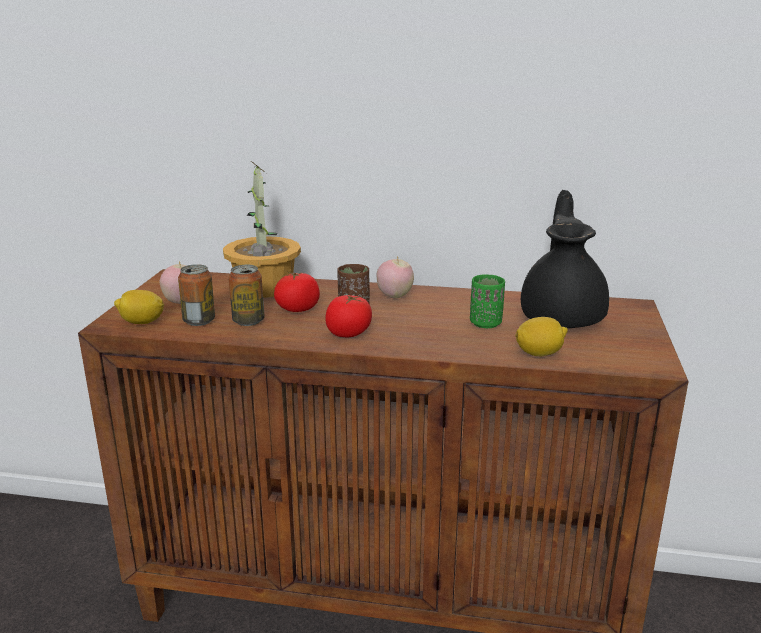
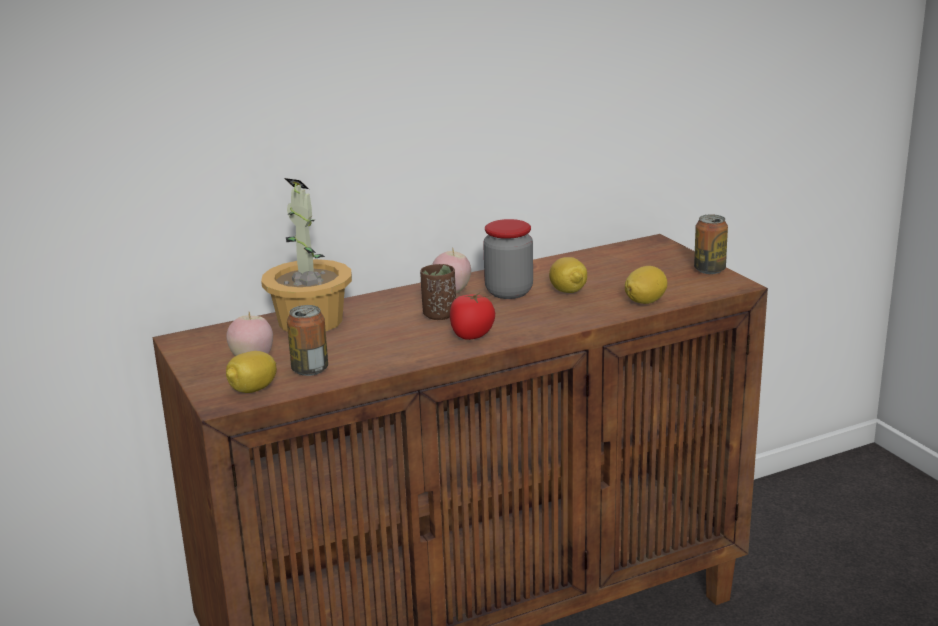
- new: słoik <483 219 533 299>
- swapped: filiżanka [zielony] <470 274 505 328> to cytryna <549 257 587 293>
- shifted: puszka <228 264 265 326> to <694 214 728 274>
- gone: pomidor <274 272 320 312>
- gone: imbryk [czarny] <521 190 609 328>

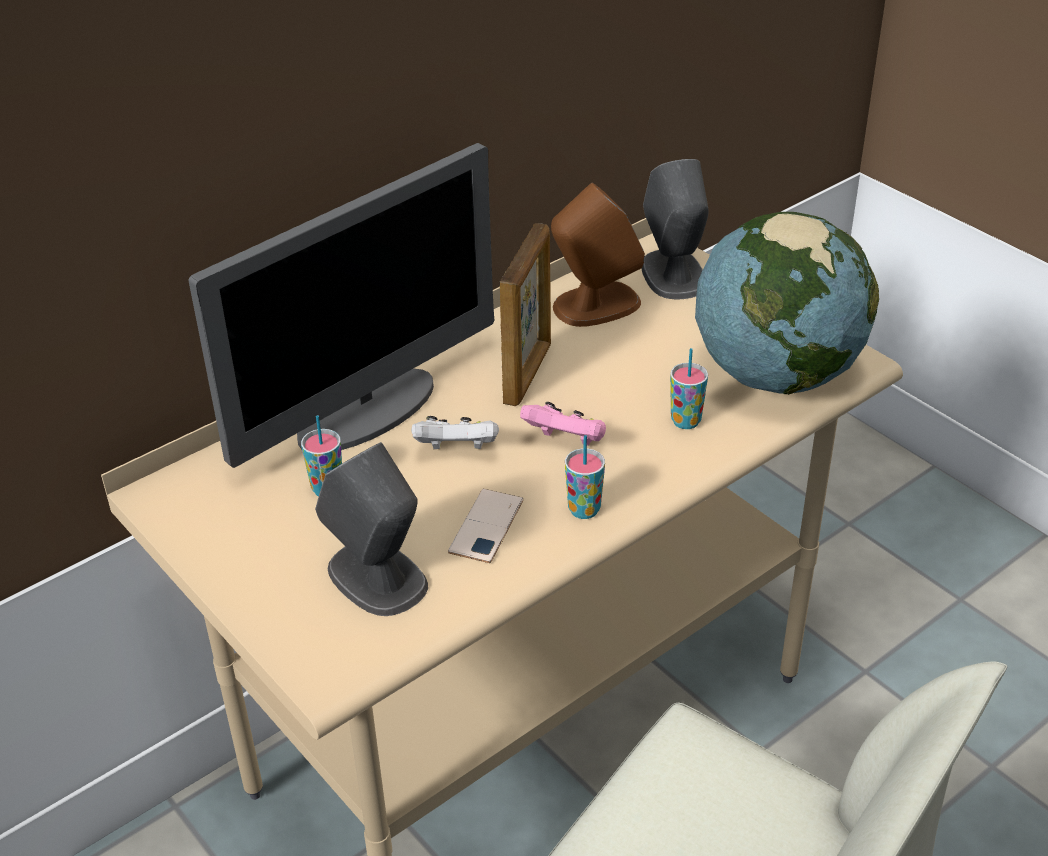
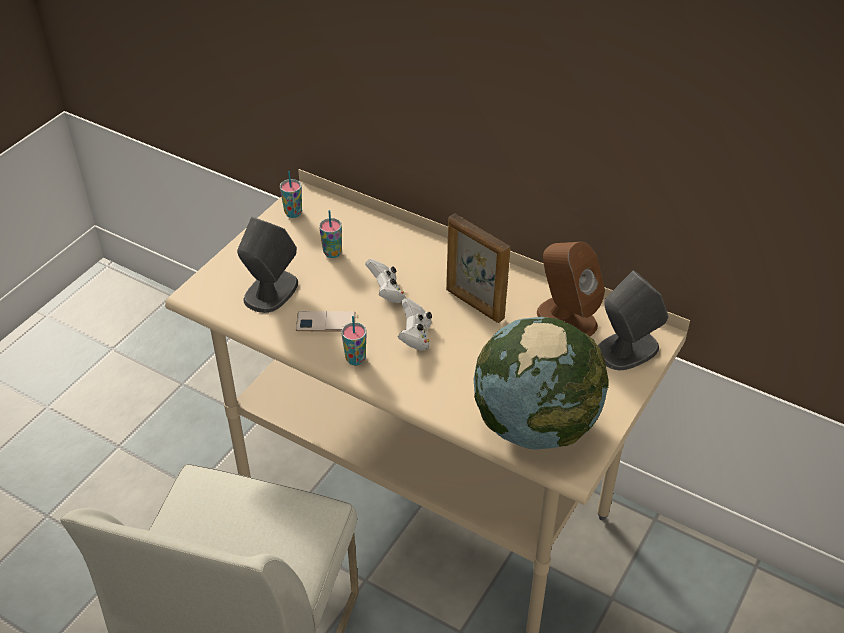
- shifted: filiżanka <670 348 708 429> to <280 171 302 218>
- repainted: pad do gier [różowy] <520 402 606 446> to pad do gier [biały] <398 298 432 351>
- rotated: ramka na zdjęcie <500 223 551 406> = <446 213 510 323> 45 degrees clockwise
- gone: monitor <189 143 494 468>

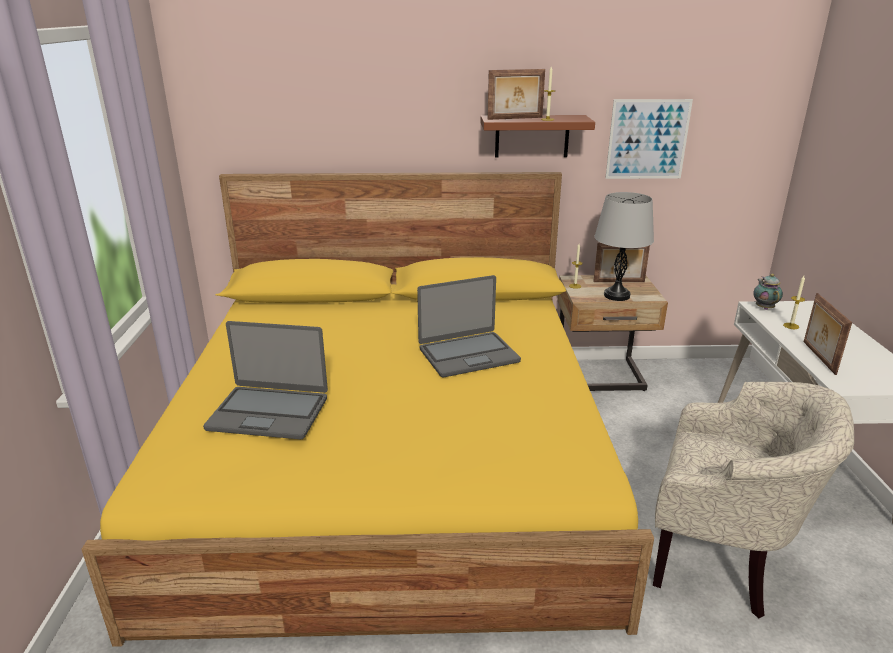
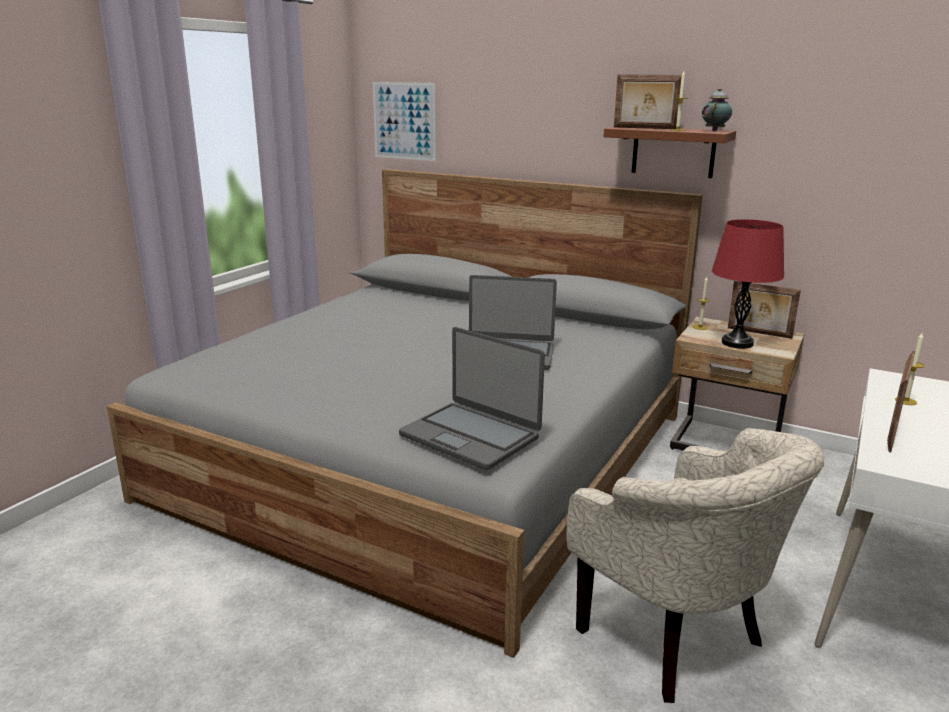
- repainted: łóżko [żółty] <81 172 654 647> to łóżko [szary] <107 169 703 658>
- shifted: obraz <605 99 693 179> to <373 82 436 161>
- shifted: laptop <203 321 328 439> to <399 327 545 470>
- shifted: imbryk <753 274 783 310> to <702 88 732 131>
- repainted: lampa stołowa [szary] <595 192 654 301> to lampa stołowa [czerwony] <712 219 784 349>

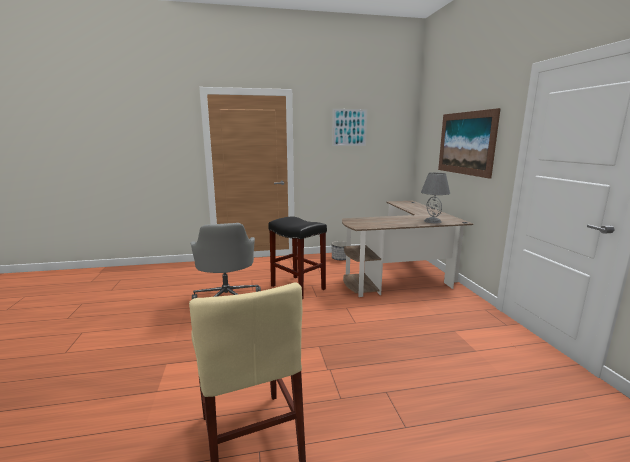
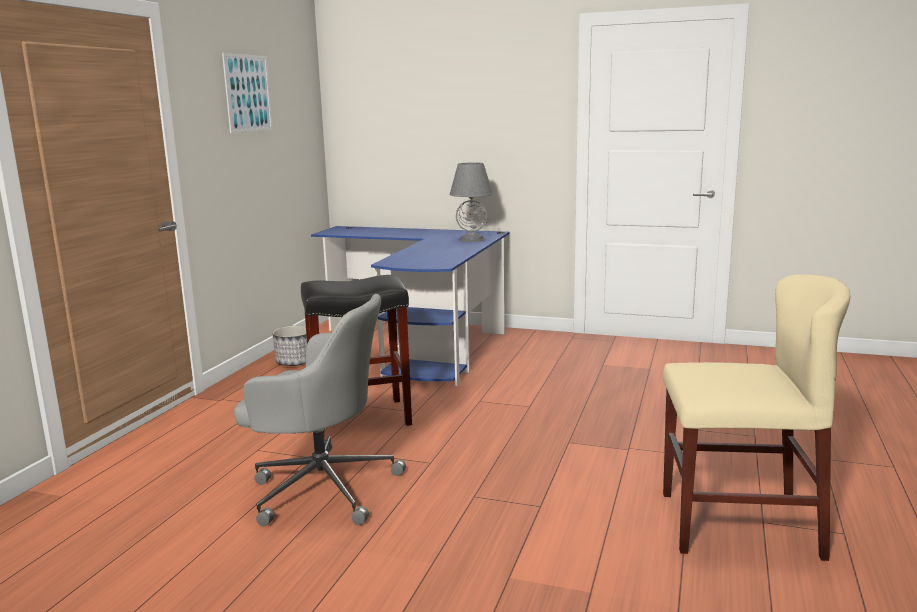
- repainted: biurko [brązowy] <342 201 473 297> to biurko [niebieski] <311 226 510 386>
- gone: obraz <438 108 501 179>

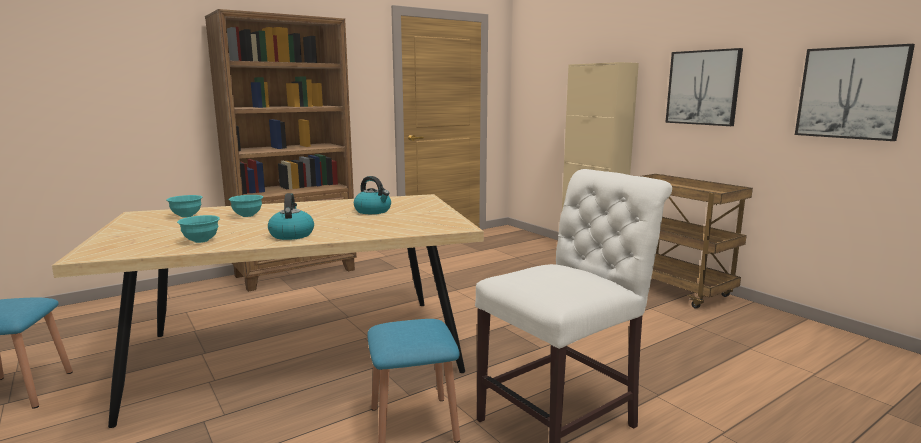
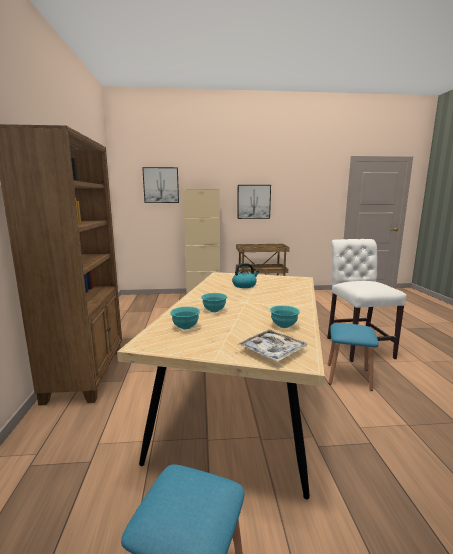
- shifted: obraz <795 44 915 141> to <142 167 179 203>
- new: taca <237 329 308 362>
- gone: czajnik <268 193 314 240>

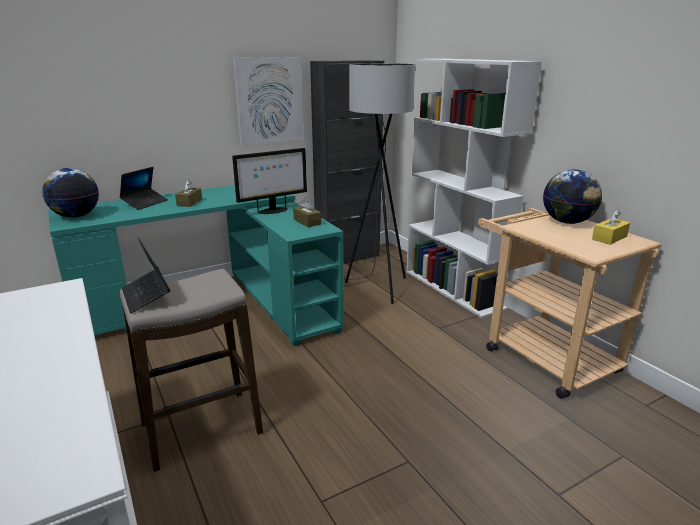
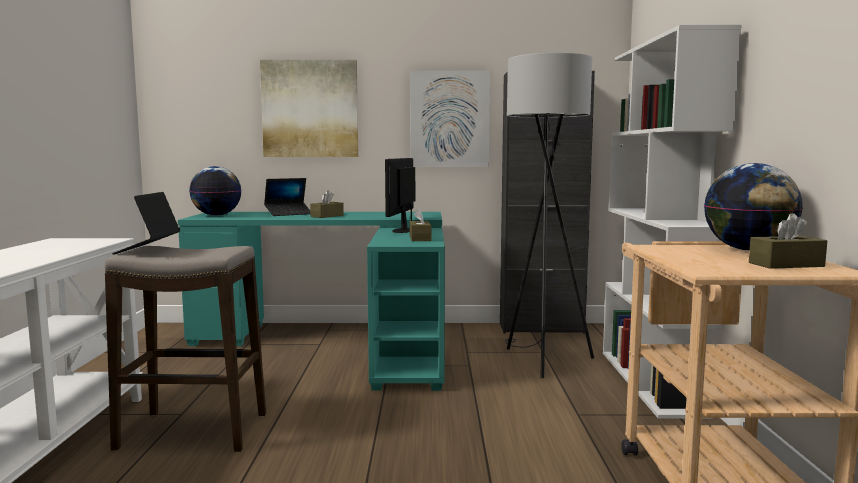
- new: obraz <260 60 358 157>
- rotated: monitor <232 148 307 214> = <385 158 415 233> 105 degrees clockwise
- repainted: pudełko chusteczek [żółty] <592 209 630 245> to pudełko chusteczek [brązowy] <749 213 827 269>

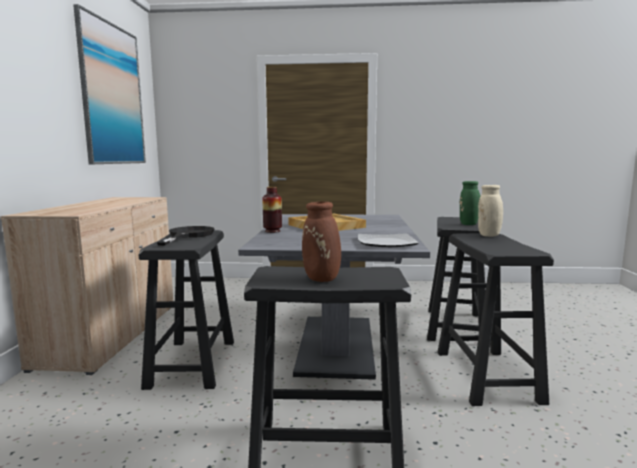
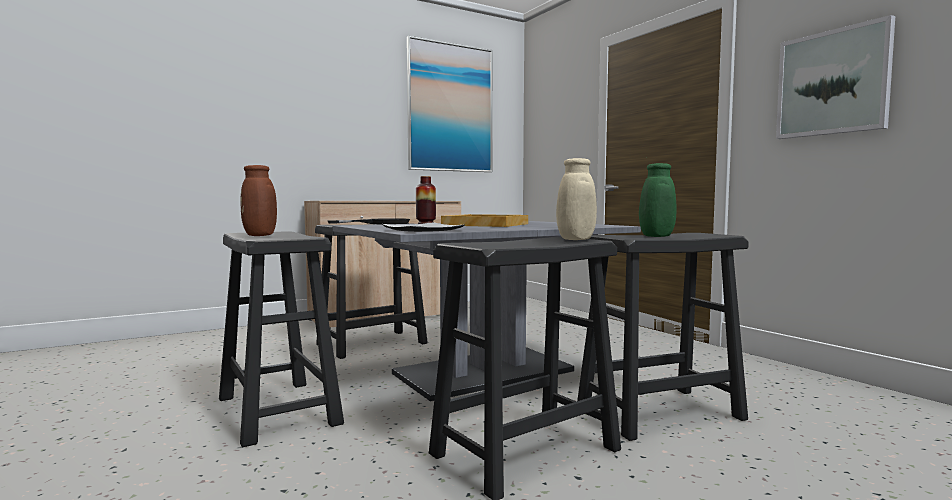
- new: obraz <776 15 895 139>

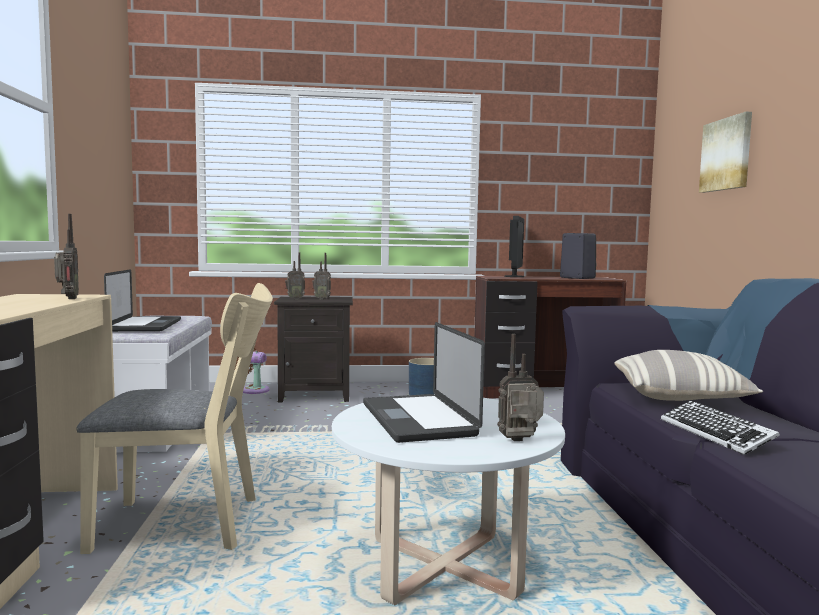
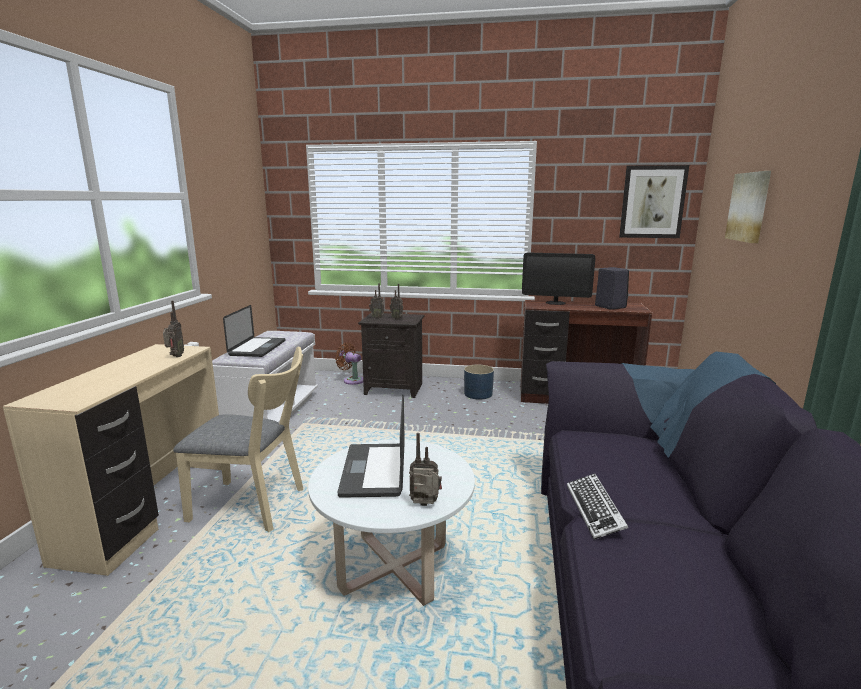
- rotated: monitor <504 216 524 277> = <522 252 595 305> 75 degrees clockwise
- new: obraz <619 165 689 238>
- gone: poduszka <615 350 763 401>

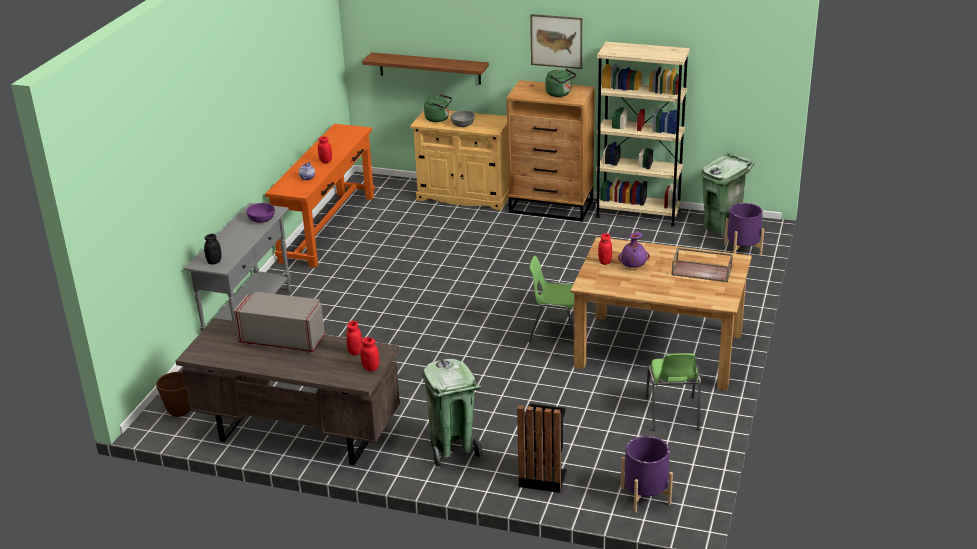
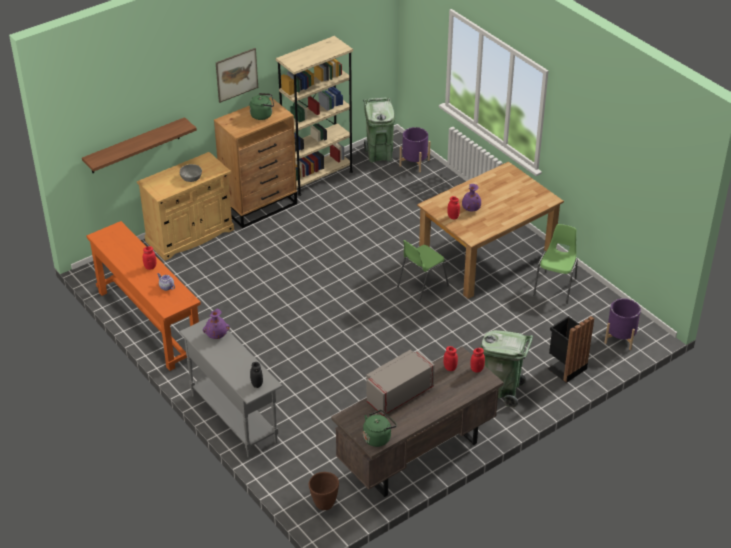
- swapped: miska [fioletowy] <246 203 275 223> to wazon [fioletowy] <203 308 230 339>
- shifted: czajnik [zielony] <424 94 452 122> to <363 410 397 447>
- rotated: krzesło [zielony] <645 353 701 431> = <533 224 578 304> 105 degrees counterclockwise
- gone: taca [brązowy] <671 248 733 282>

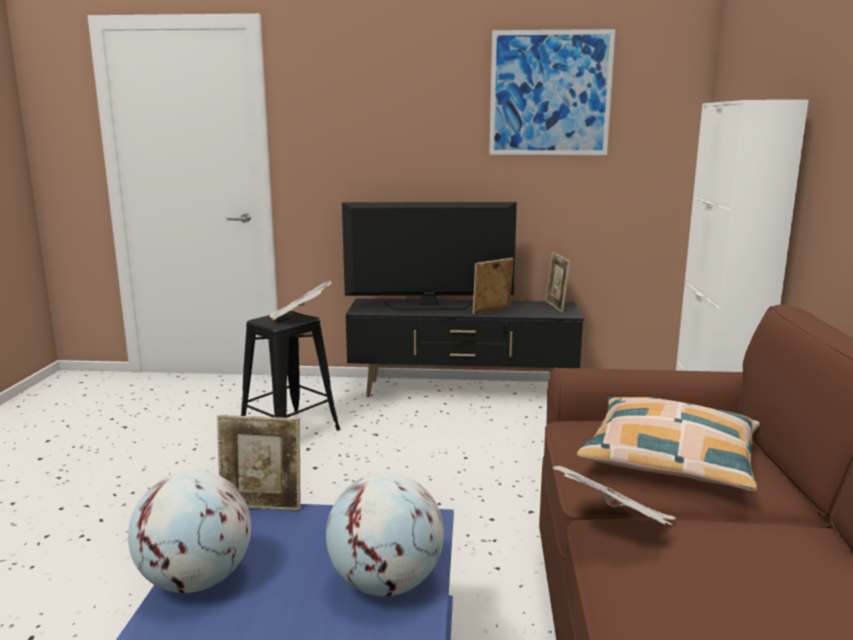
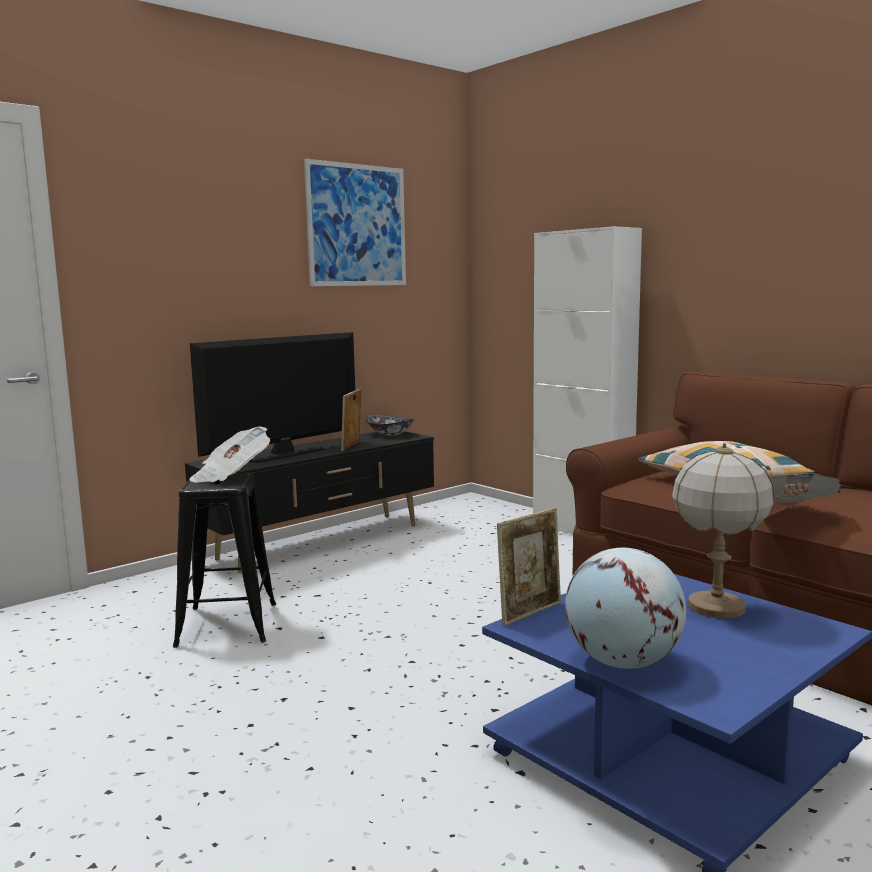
- swapped: ramka na zdjęcie <545 252 570 312> to miska <366 415 414 436>
- swapped: globus <326 473 444 596> to lampa stołowa <672 443 775 619>

